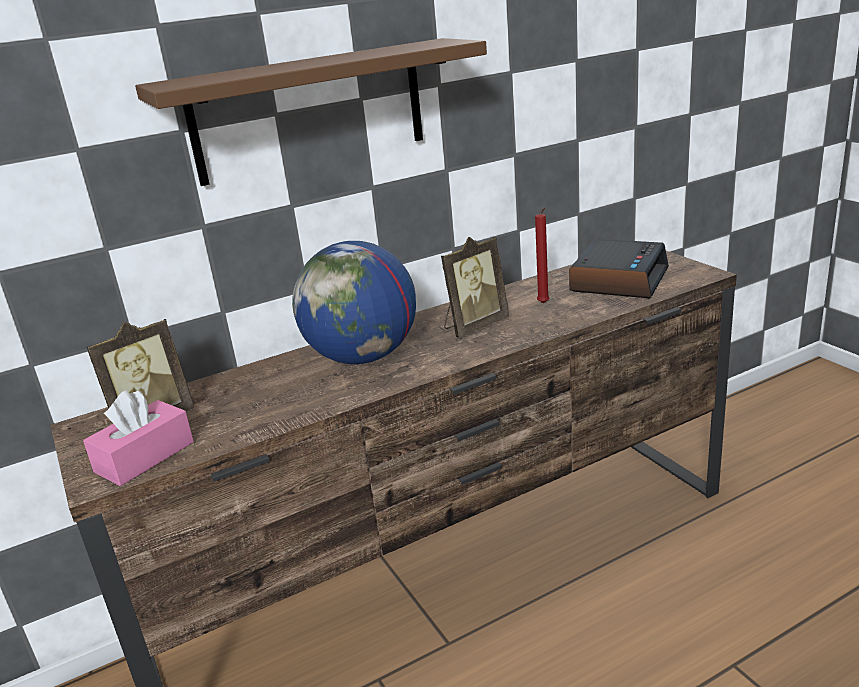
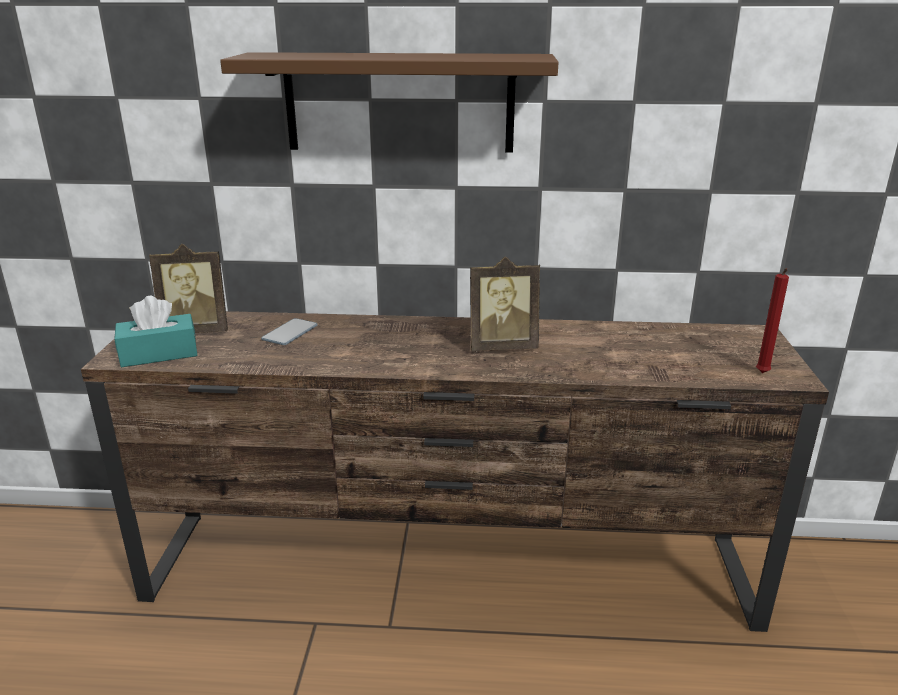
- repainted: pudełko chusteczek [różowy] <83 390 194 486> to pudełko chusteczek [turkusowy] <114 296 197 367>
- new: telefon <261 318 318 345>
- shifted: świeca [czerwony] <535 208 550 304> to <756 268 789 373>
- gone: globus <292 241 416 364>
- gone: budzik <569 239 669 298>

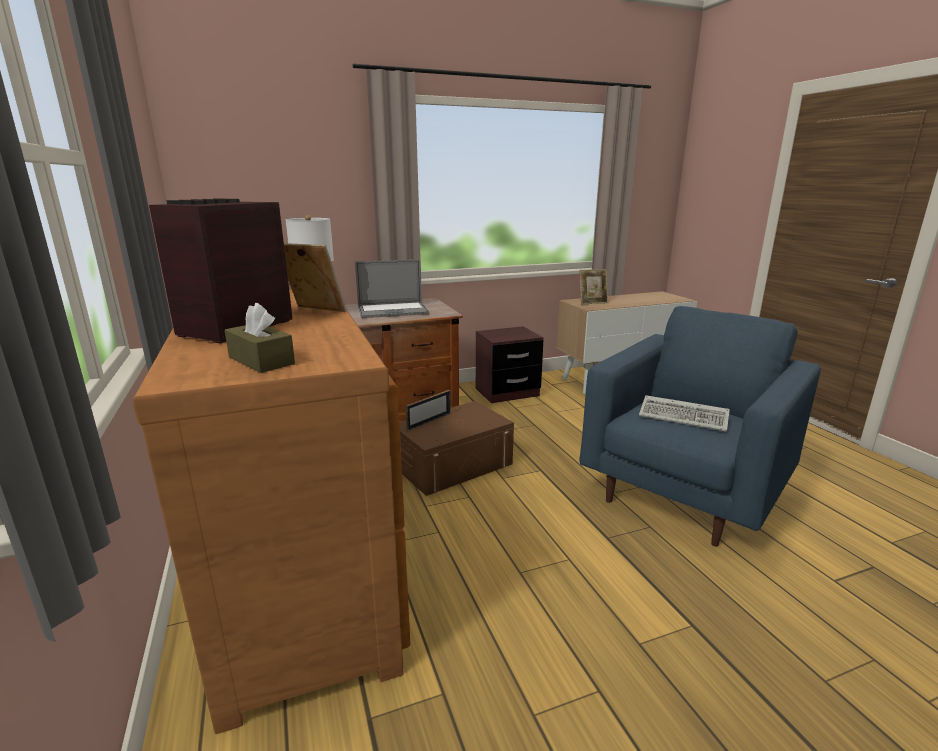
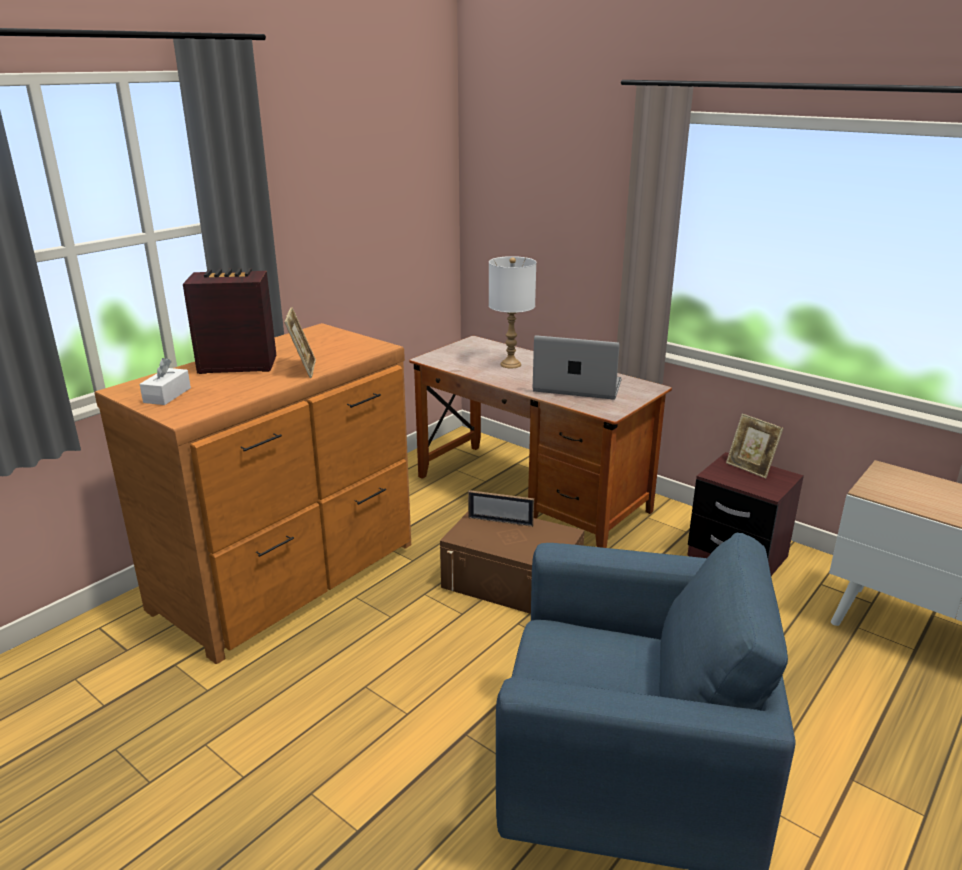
- repainted: pudełko chusteczek [brązowy] <225 303 295 373> to pudełko chusteczek [biały] <140 358 191 405>
- rotated: laptop <355 259 429 318> = <533 335 622 400> 150 degrees clockwise
- shifted: ramka na zdjęcie <579 269 608 304> to <726 414 783 478>
- gone: klawiatura <639 395 730 431>

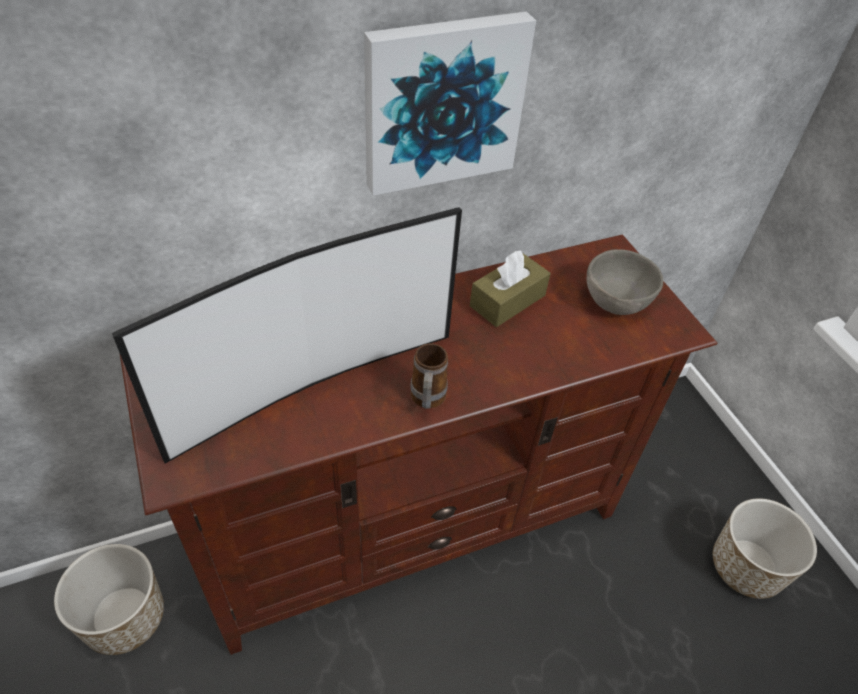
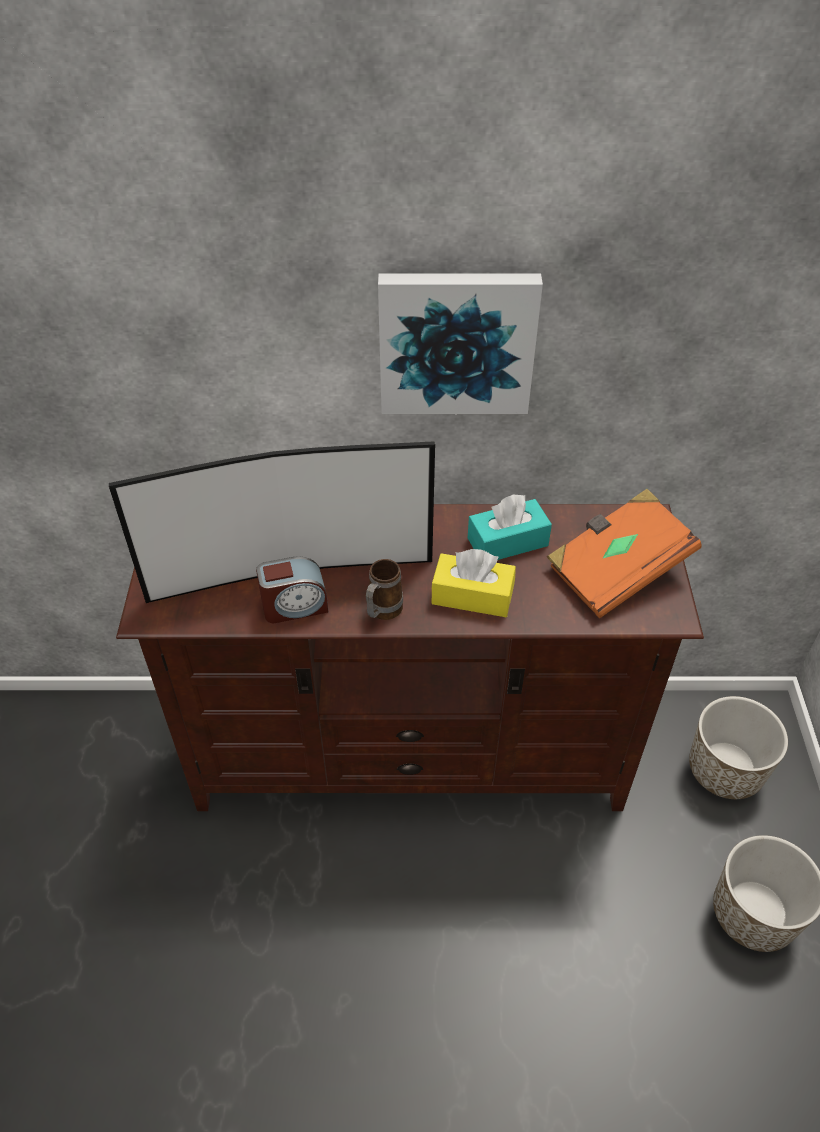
- new: budzik <256 556 328 623>
- new: pudełko chusteczek [żółty] <431 549 516 617>
- repainted: pudełko chusteczek [brązowy] <470 250 551 327> to pudełko chusteczek [turkusowy] <468 494 552 560>
- swapped: miska [szary] <587 249 663 315> to książka [pomarańczowy] <547 489 702 618>
- shifted: donica <54 544 164 655> to <689 696 788 799>

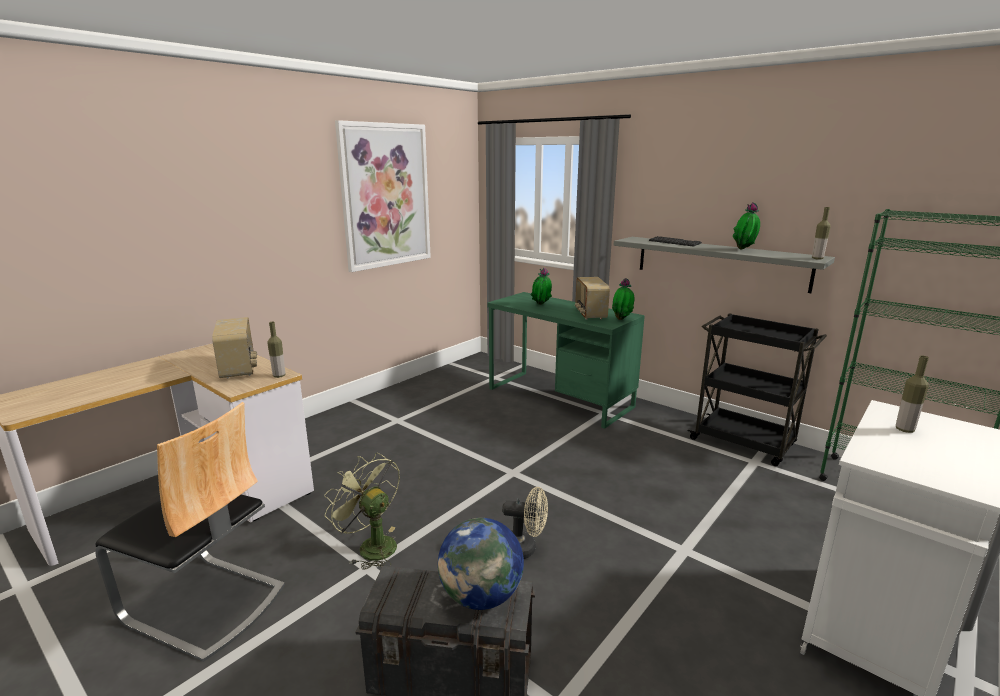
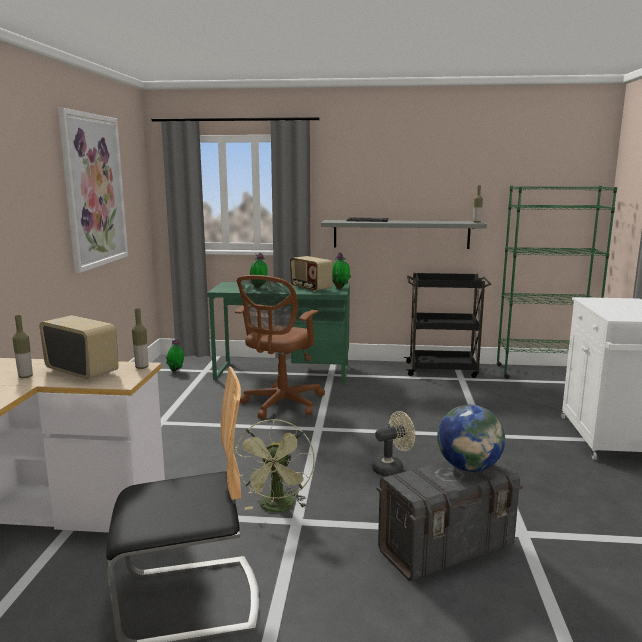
- shifted: butelka <896 356 929 433> to <12 315 33 378>
- shifted: roślina doniczkowa <733 202 760 249> to <166 338 184 372>
- new: krzesło biurowe [brązowy] <235 275 325 420>
- rotated: wentylator [zielony] <324 453 400 570> = <235 419 315 512> 90 degrees counterclockwise

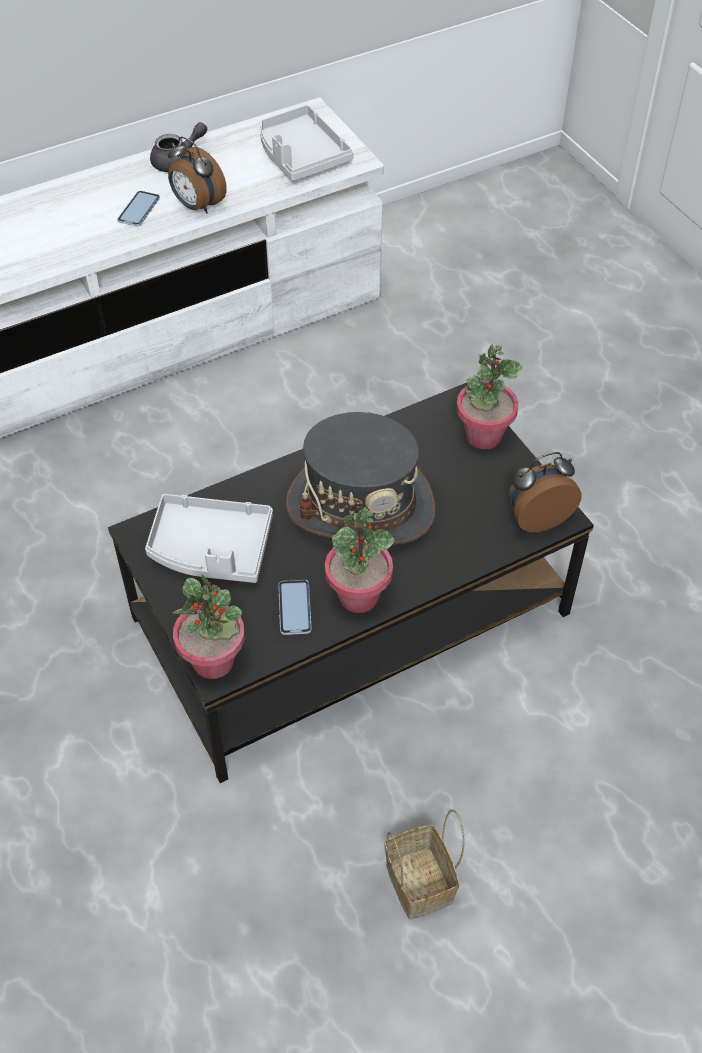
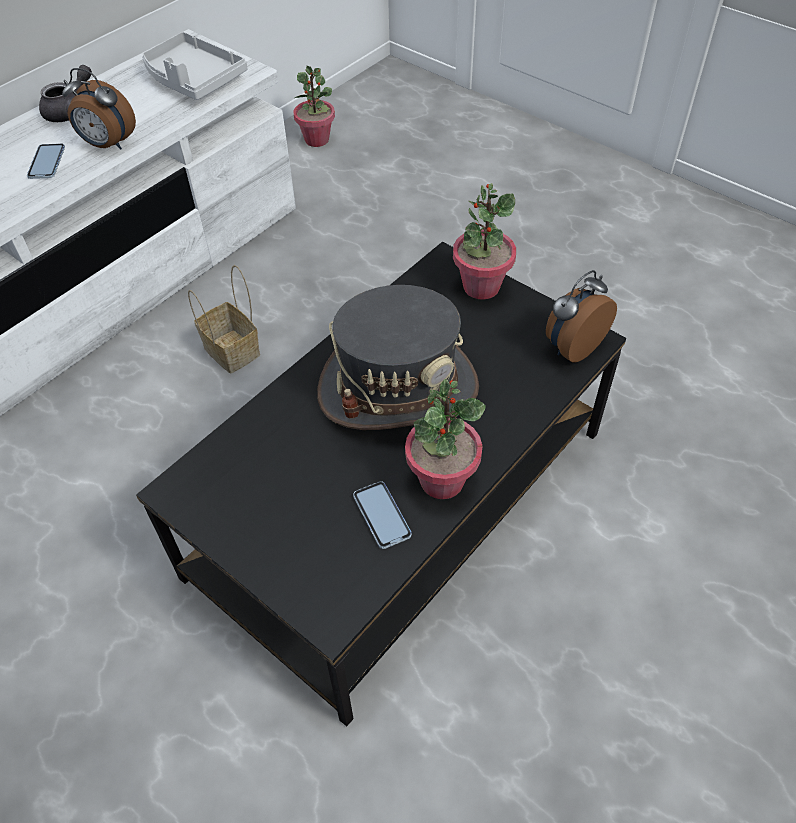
- shifted: koszyk <385 809 464 920> to <188 265 260 373>
- shifted: roślina doniczkowa <173 574 245 679> to <293 66 335 147>
- gone: taca [szary] <145 494 273 583>

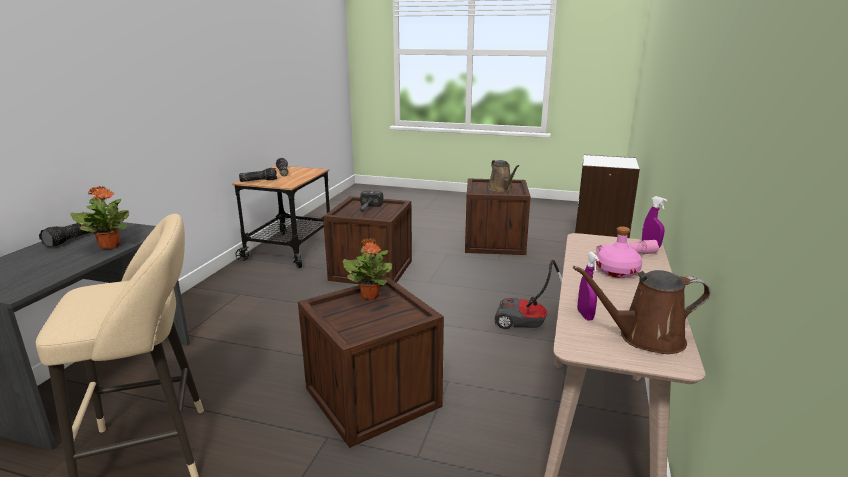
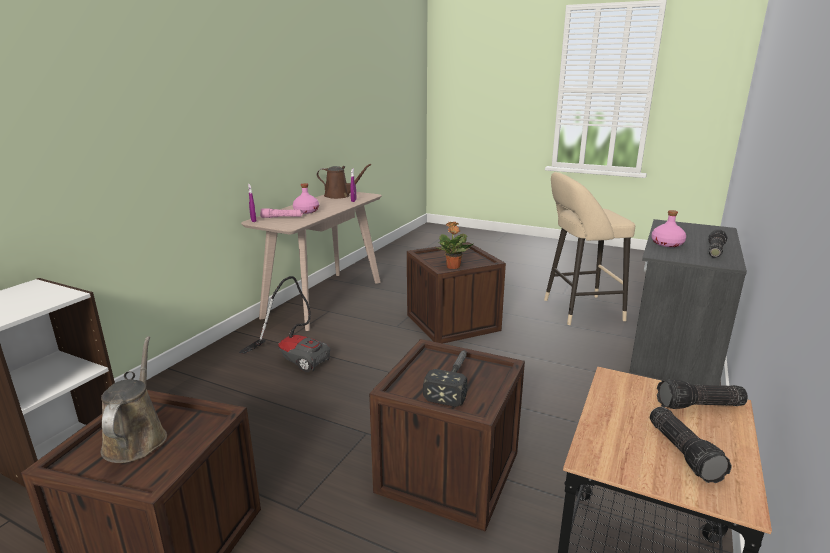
- swapped: roślina doniczkowa <70 186 129 249> to butelka [różowy] <651 210 686 247>

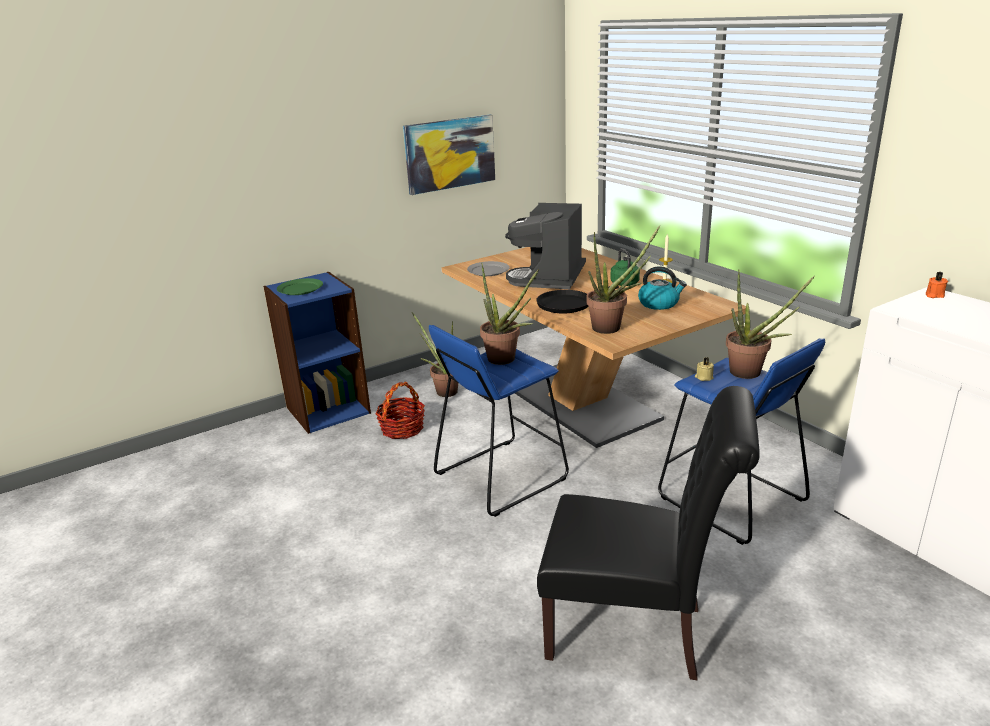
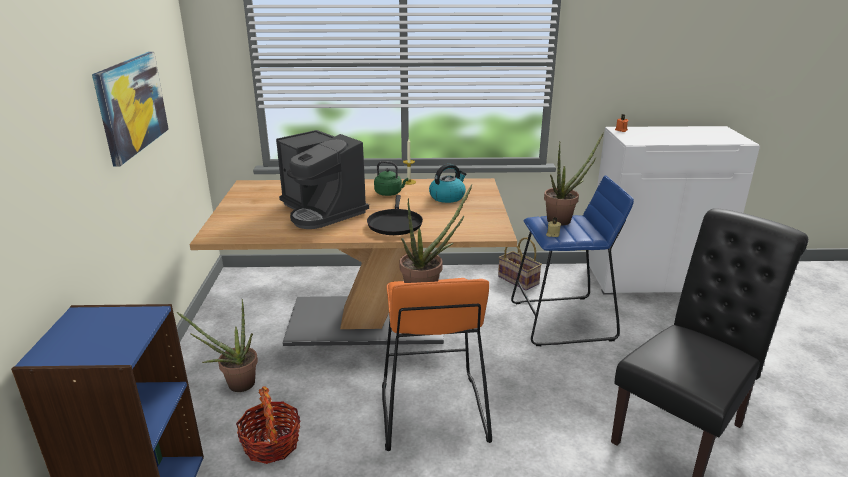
- repainted: stołek [niebieski] <429 325 569 517> to stołek [pomarańczowy] <382 278 492 451>
- new: koszyk <498 237 542 291>
- gone: talerz [zielony] <277 278 323 295>
- gone: talerz [szary] <467 261 510 276>
- gone: roślina doniczkowa <586 225 660 334>

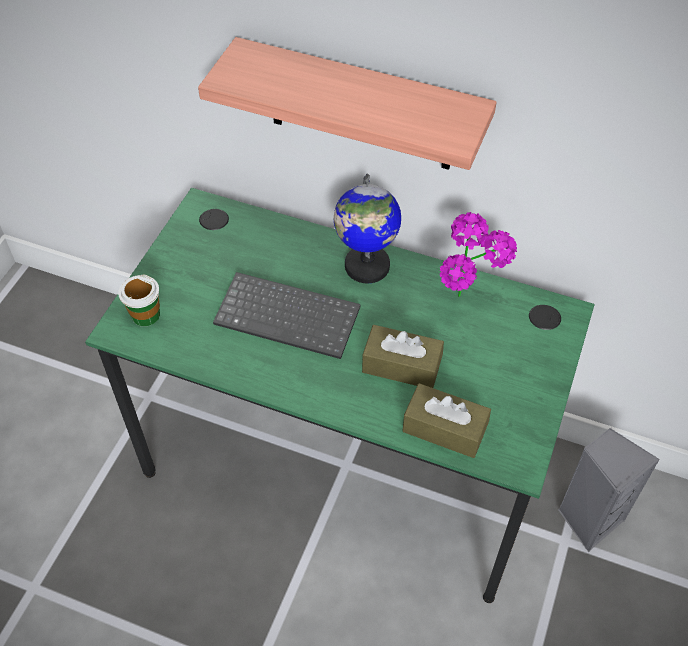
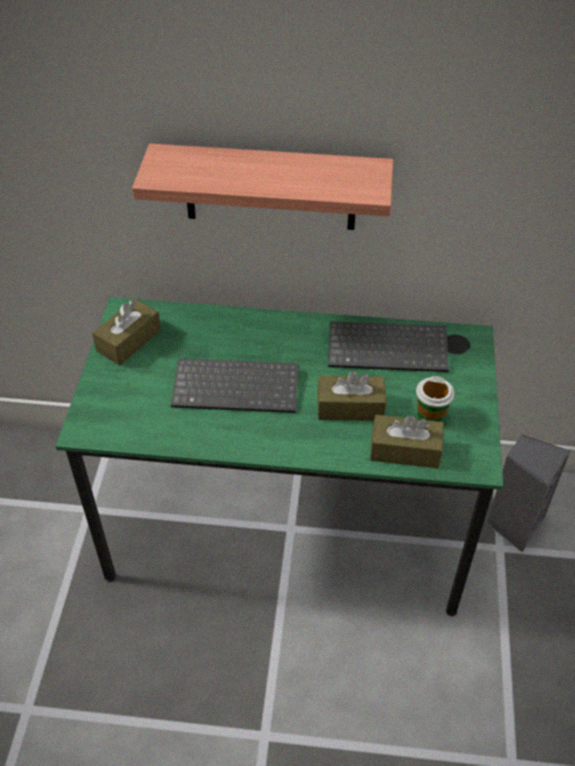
- new: pudełko chusteczek [brązowy] <92 299 161 365>
- swapped: roślina doniczkowa <440 212 517 297> to klawiatura <328 321 449 372>
- shifted: filiżanka <118 274 160 327> to <416 376 455 422>
- gone: globus <334 173 401 283>

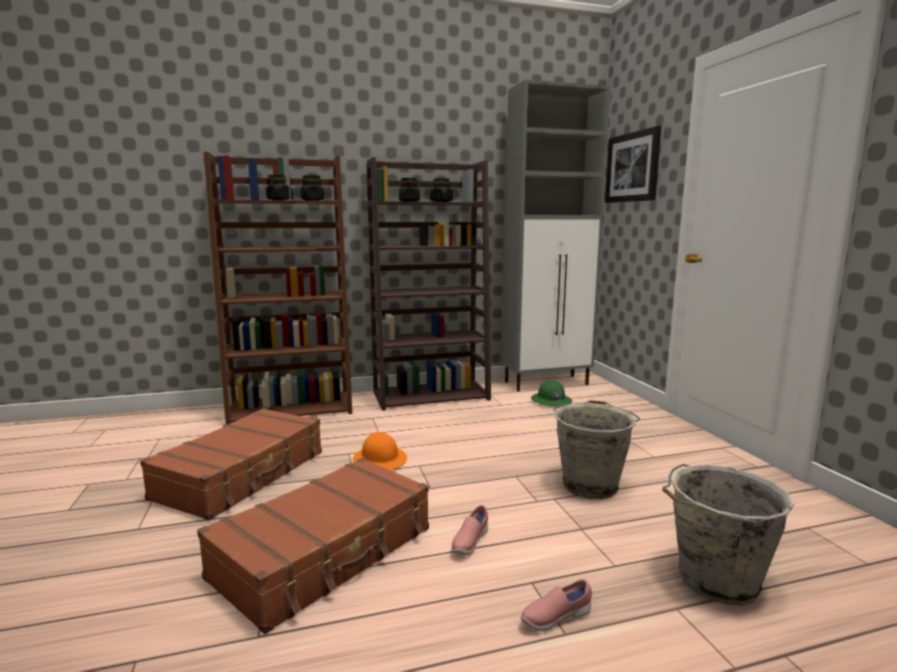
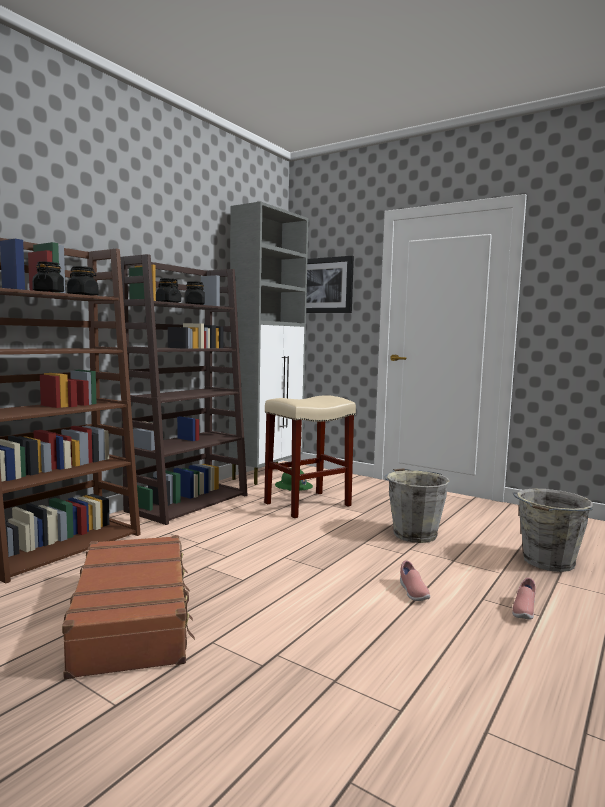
- new: stołek [beżowy] <264 395 356 518>
- gone: walizka [brązowy] <197 457 429 634>
- gone: kask [pomarańczowy] <353 432 407 470>

